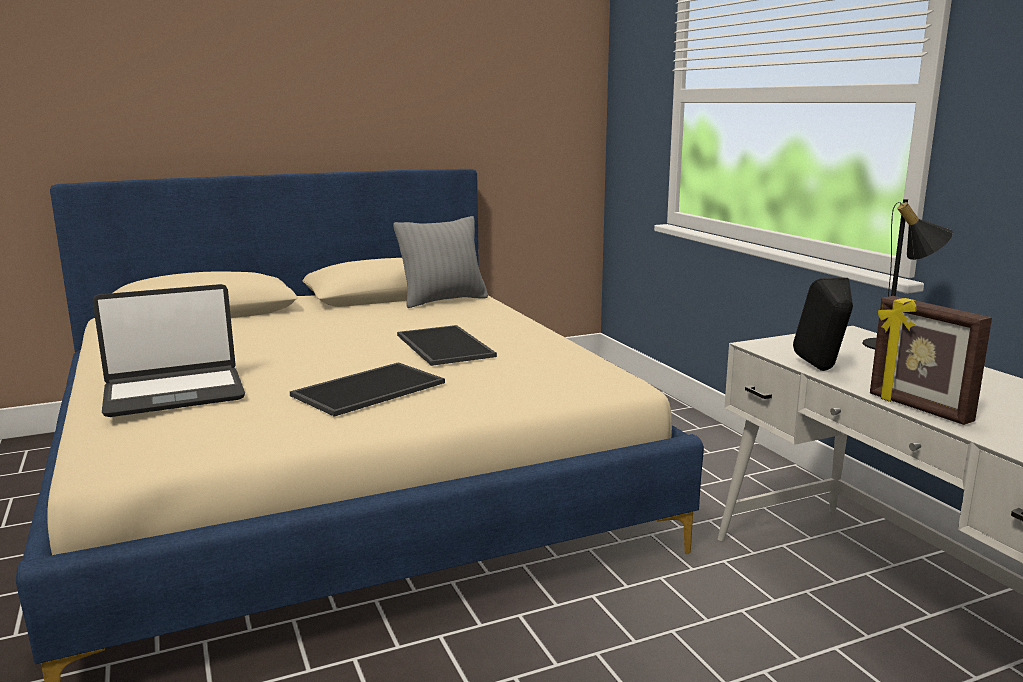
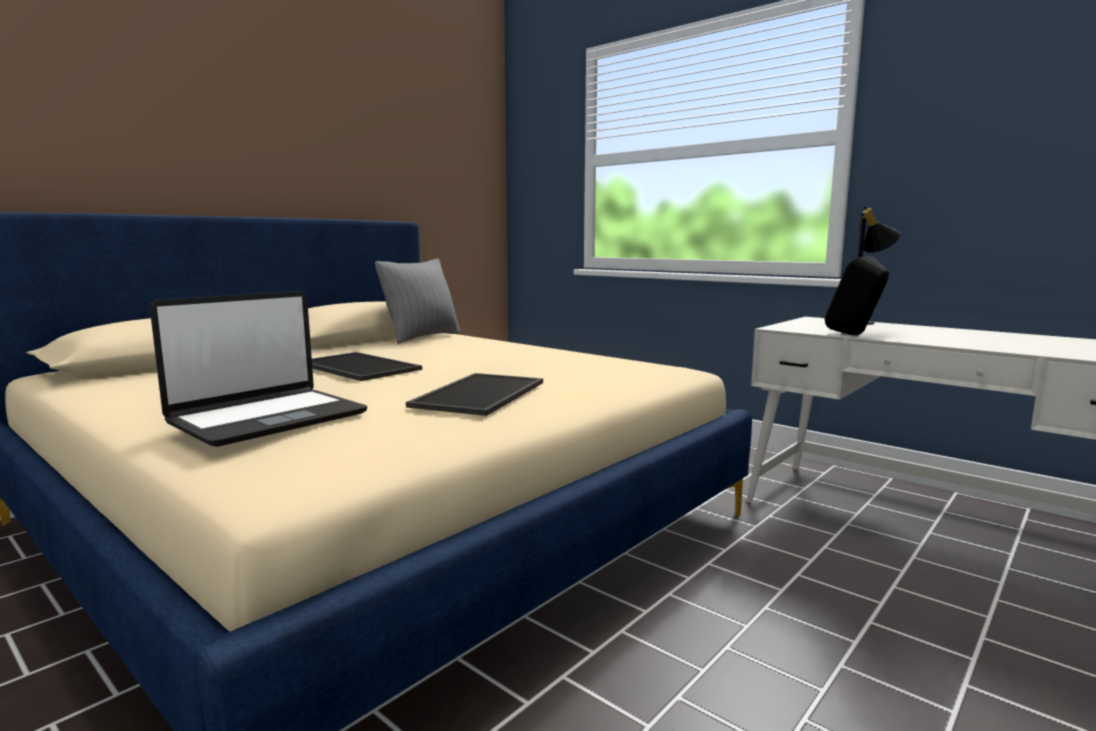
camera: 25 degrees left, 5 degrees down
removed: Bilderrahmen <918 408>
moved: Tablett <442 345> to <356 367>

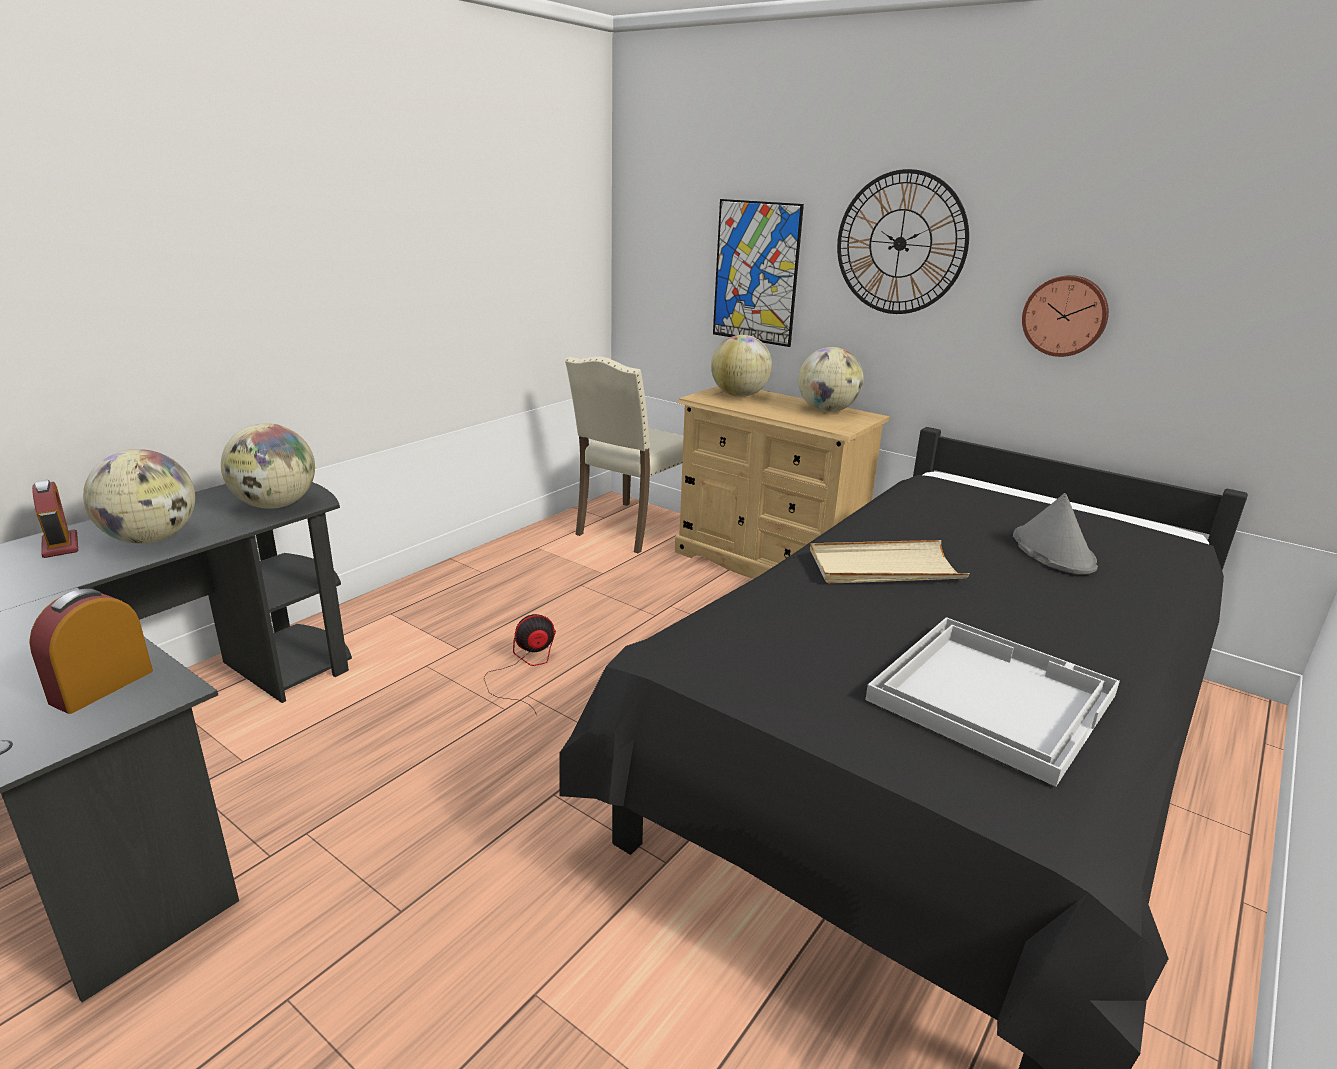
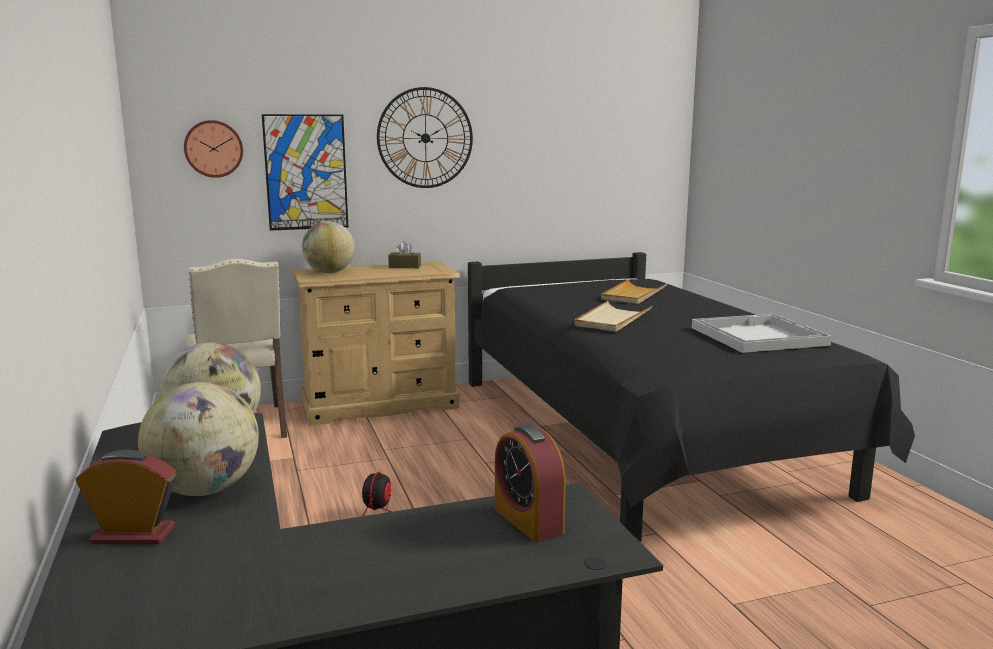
camera: 55 degrees left, 10 degrees down
moved: Wanduhr <1065 315> to <213 148>
replaced: Globus <827 410> to Taschentuchbox (braun) <405 266>; Hut (grau) <1052 551> to Tablett (beige) <633 295>

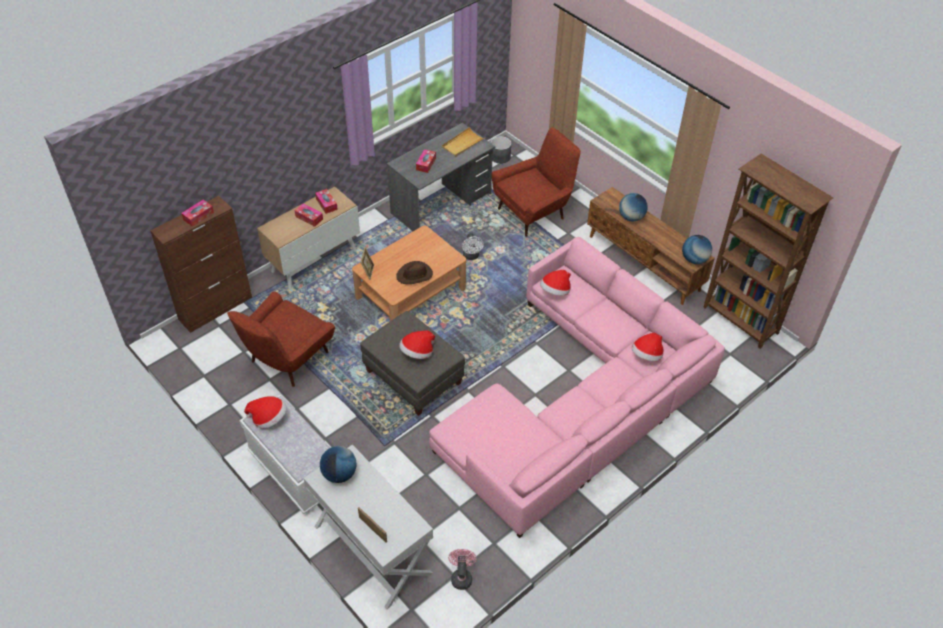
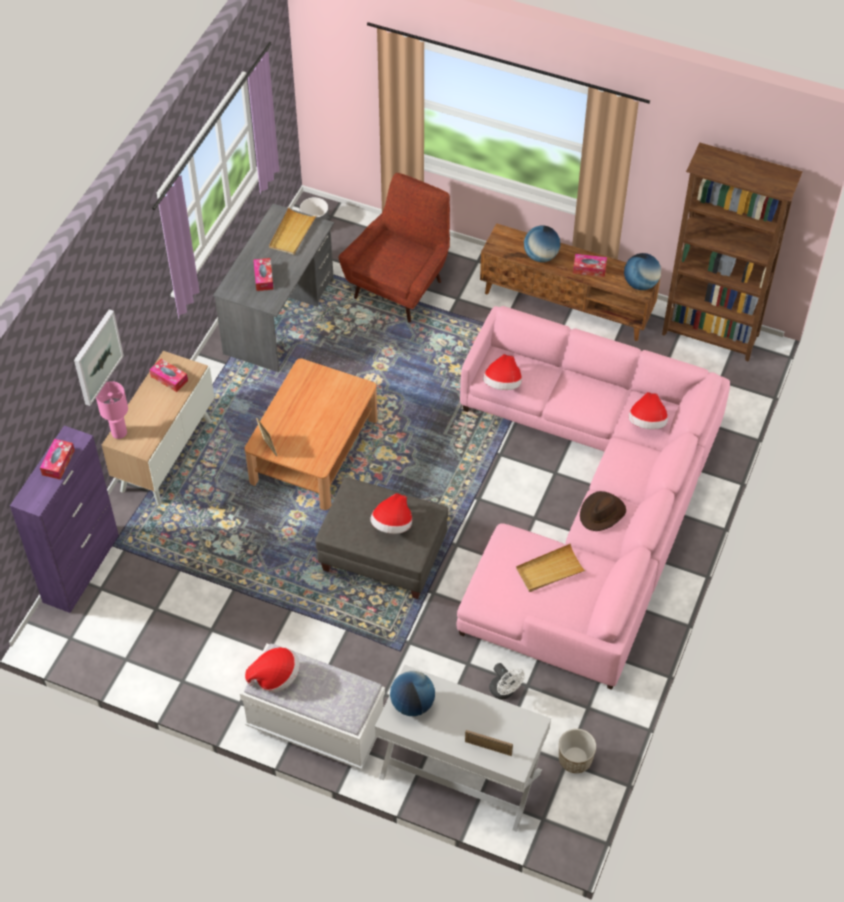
camera: 25 degrees left, 5 degrees up
removed: Sessel (rot) <286 360>
added: Bild <97 357>; Tischlampe (rosa) <119 432>; Tablett (beige) <549 570>
moved: Taschentuchbox <309 218> to <589 269>; Hut (braun) <415 275> to <602 513>; Ventilator (weiß) <471 256> to <505 691>
replaced: Ventilator (rosa) <461 576> to Pflanzkübel <575 759>
recoloured: Schrank (braun) <216 308> to Schrank (lila) <81 568>

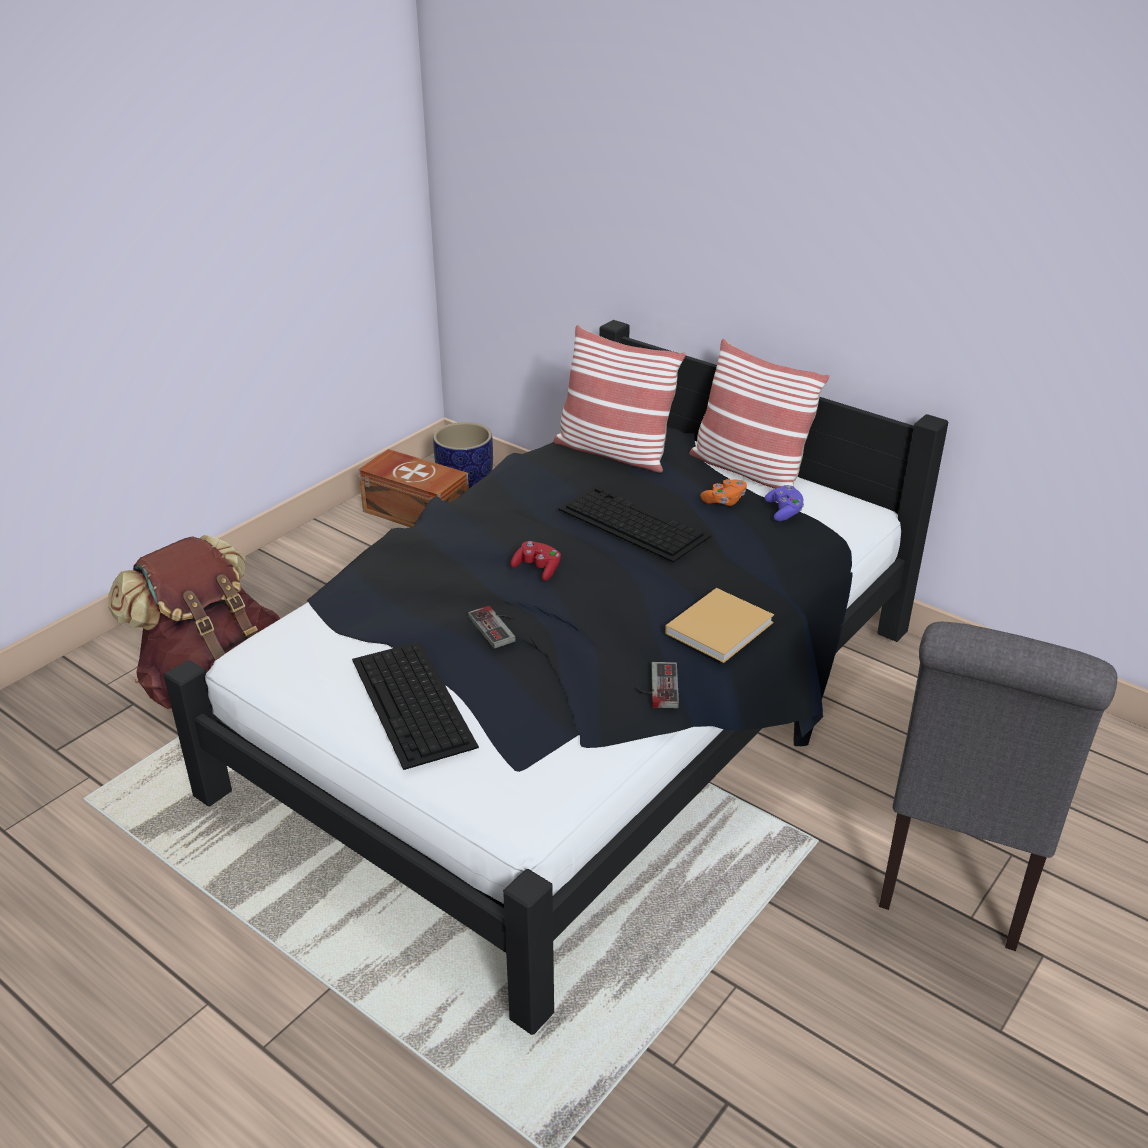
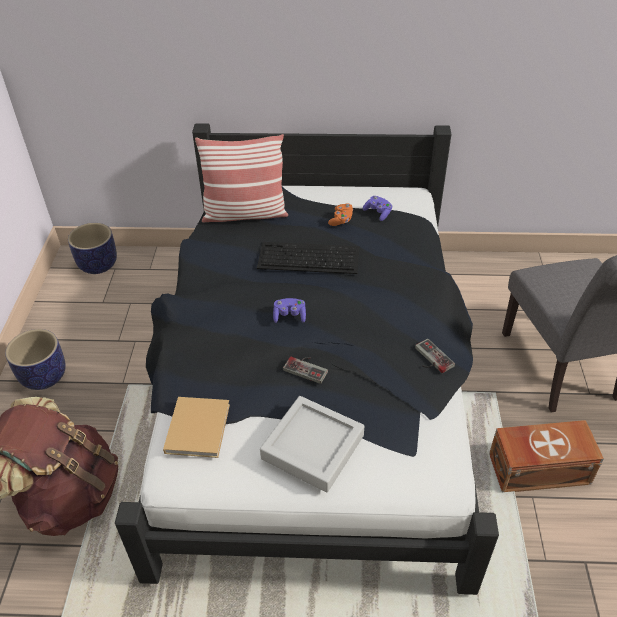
camera: 35 degrees left, 10 degrees up
removed: Kissen <748 470>
added: Pflanzkübel <44 376>
moved: Aufbewahrungsbox (braun) <416 512> to <537 468>; Buch (beige) <721 626> to <198 426>
replaced: Tastatur <414 703> to Tablett (grau) <312 447>
recoloured: Gamepad (rot) <537 569> to Gamepad (lila) <289 316>

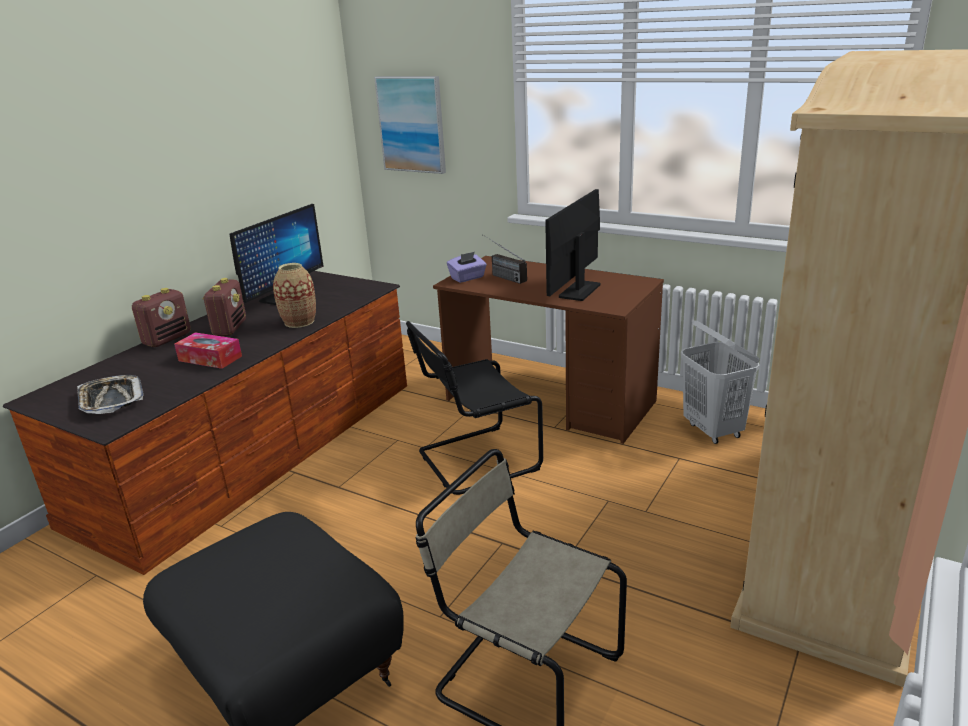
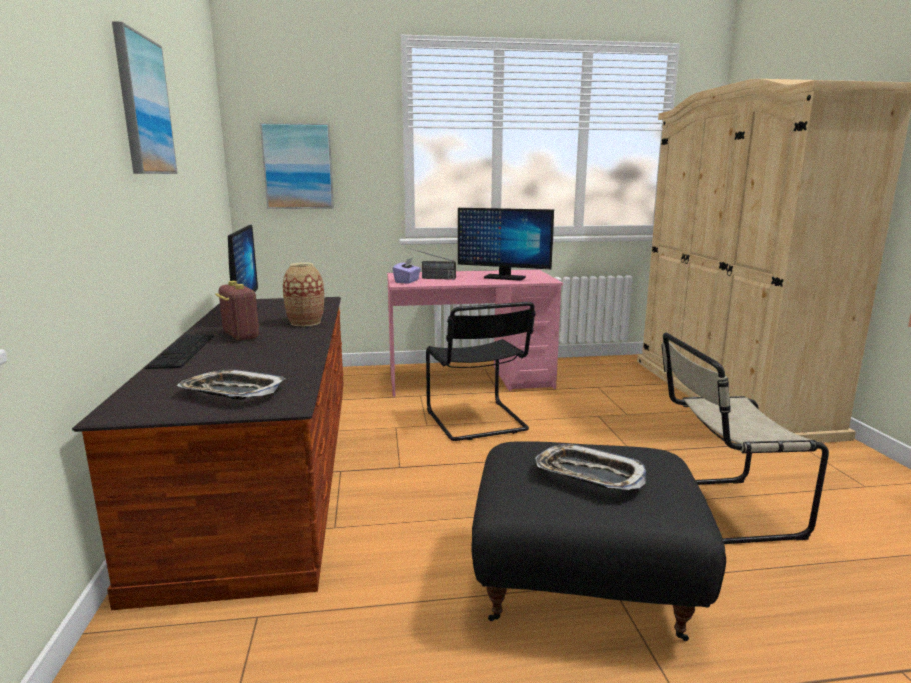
camera: 40 degrees left, 10 degrees down
removed: Taschentuchbox <210 358>; Wäschekorb (weiß) <713 430>
added: Bild <143 106>; Tablett <589 474>
replaced: Radio <167 339> to Tastatur <182 351>
recoloured: Schreibtisch (braun) <549 401> to Schreibtisch (rosa) <470 380>
turned: Stuhl (schwarz) <474 461> = <478 422> 45 degrees counterclockwise; Monitor <580 290> = <504 277> 60 degrees counterclockwise

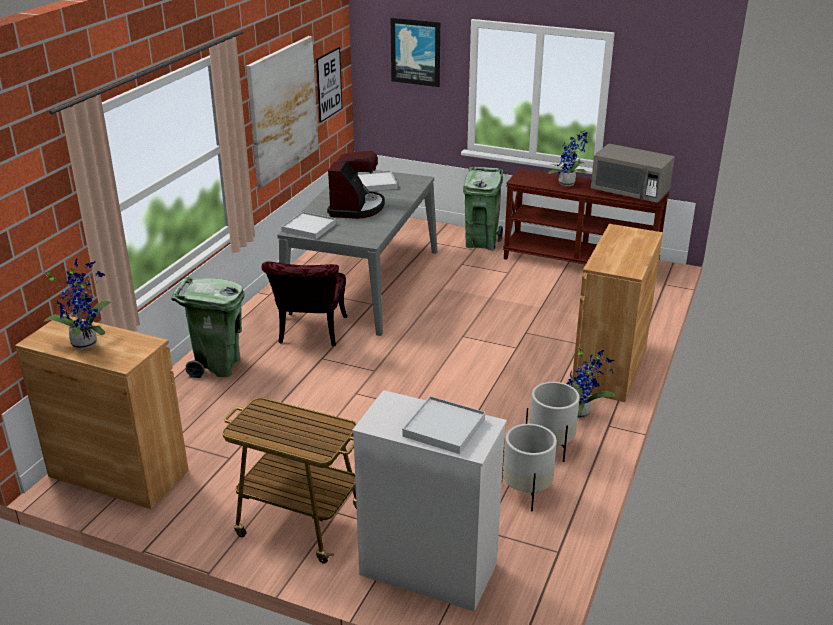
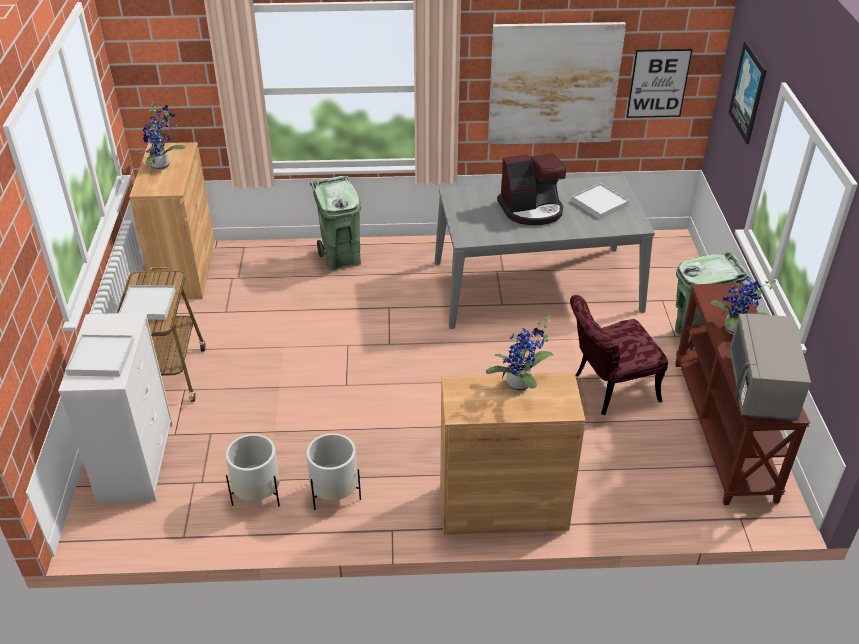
camera: 65 degrees right, 10 degrees up
moved: Stuhl (rot) <311 334> to <608 389>; Tablett (weiß) <309 228> to <148 304>; Topfpflanze <582 412> to <520 386>

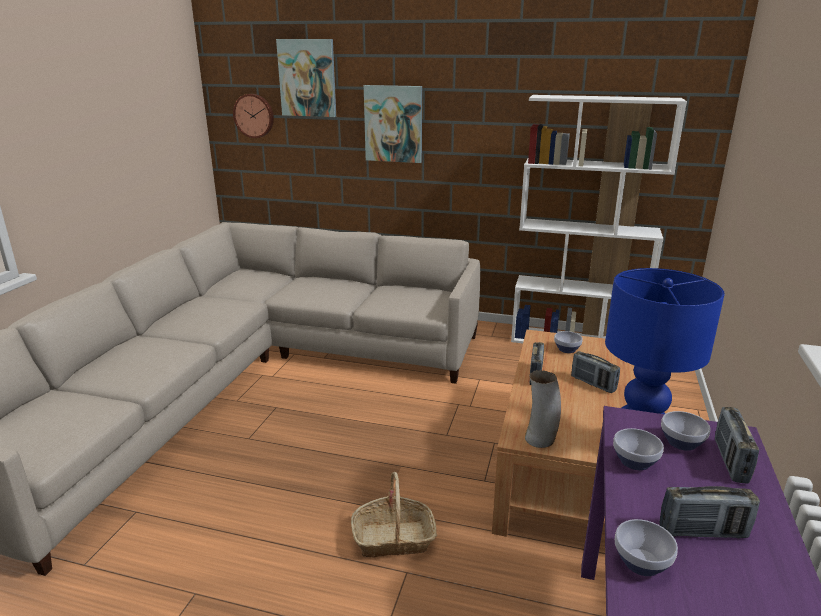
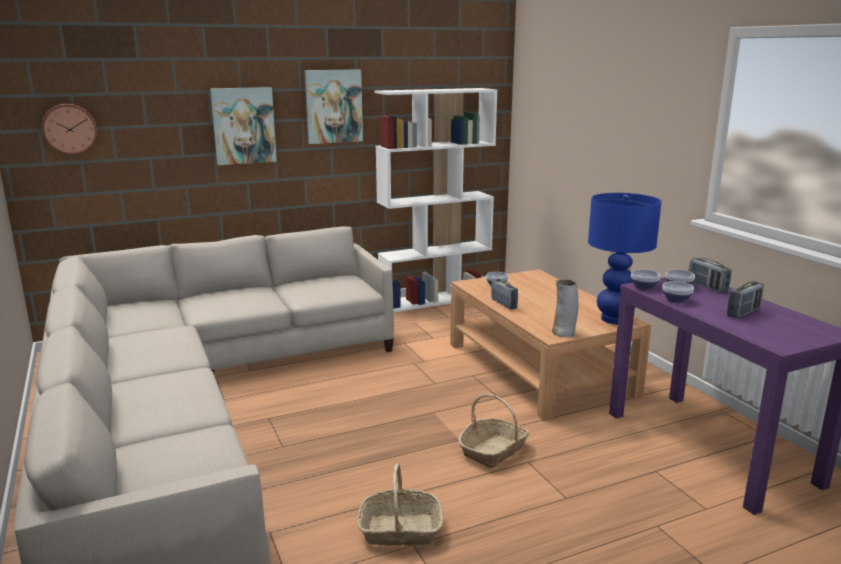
camera: 40 degrees left, 5 degrees down
removed: Radio <593 384>
added: Korb <400 530>
moved: Bild <307 78> to <333 106>; Schüssel <643 563> to <644 287>

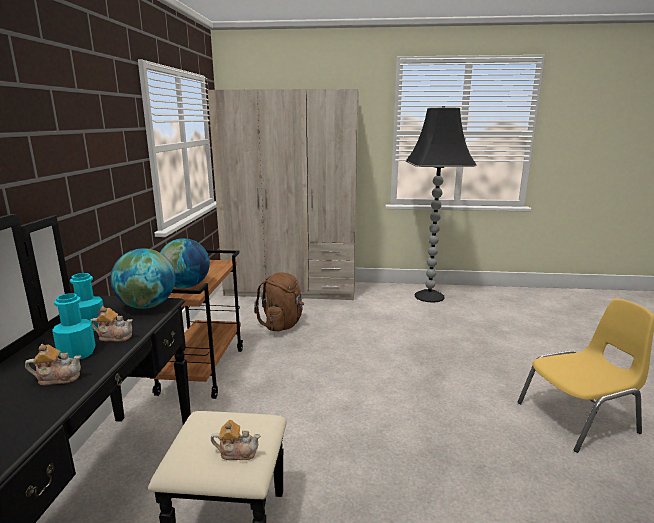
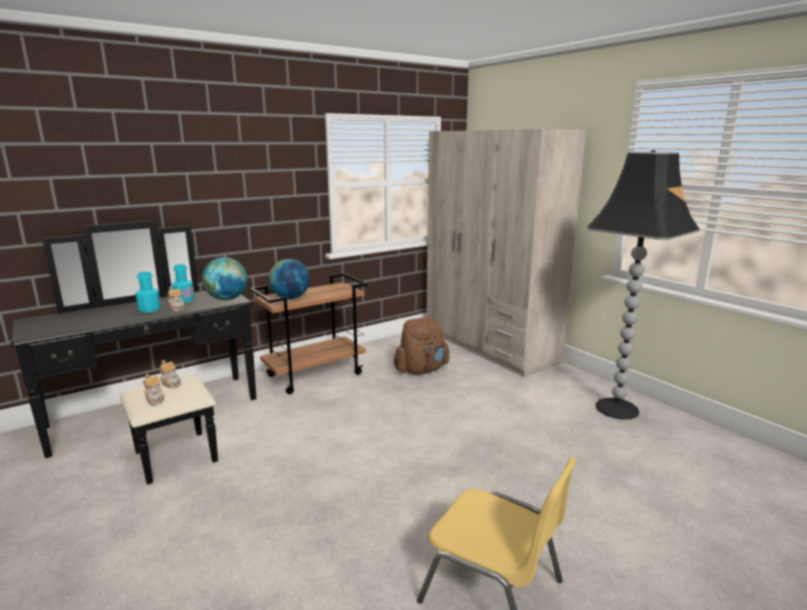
camera: 50 degrees right, 0 degrees up
moved: Teekanne <58 378> to <171 383>

